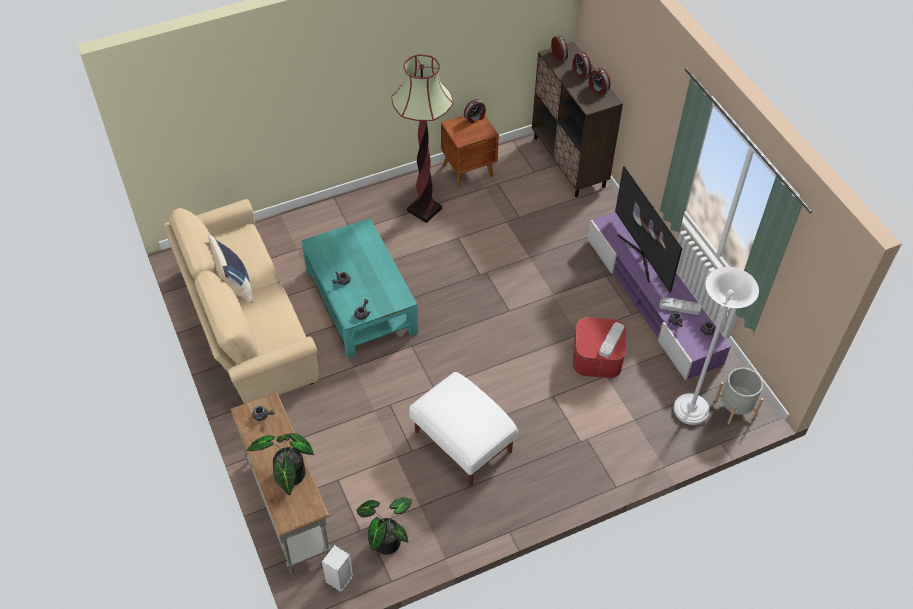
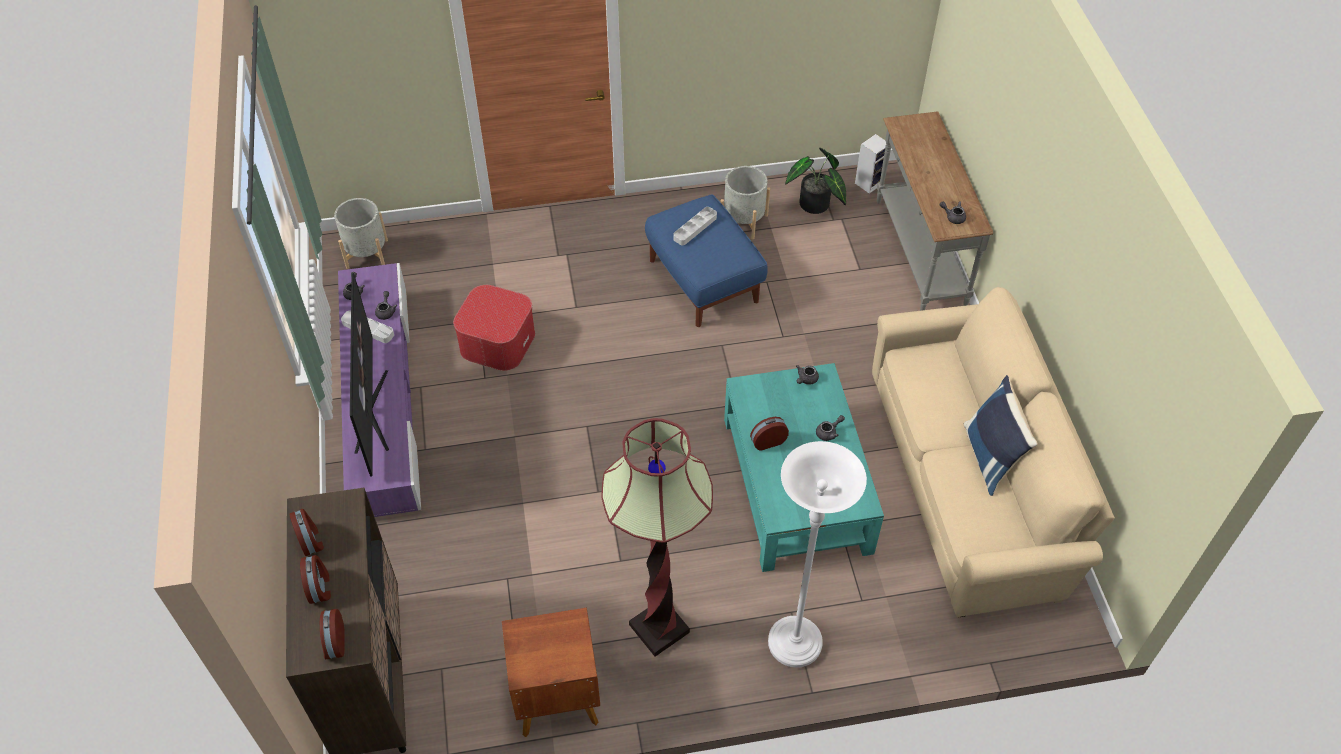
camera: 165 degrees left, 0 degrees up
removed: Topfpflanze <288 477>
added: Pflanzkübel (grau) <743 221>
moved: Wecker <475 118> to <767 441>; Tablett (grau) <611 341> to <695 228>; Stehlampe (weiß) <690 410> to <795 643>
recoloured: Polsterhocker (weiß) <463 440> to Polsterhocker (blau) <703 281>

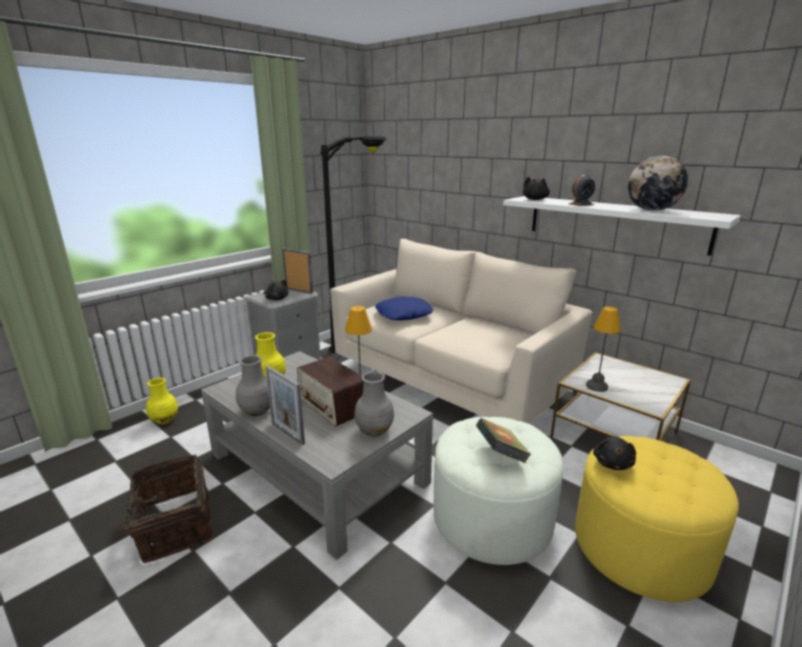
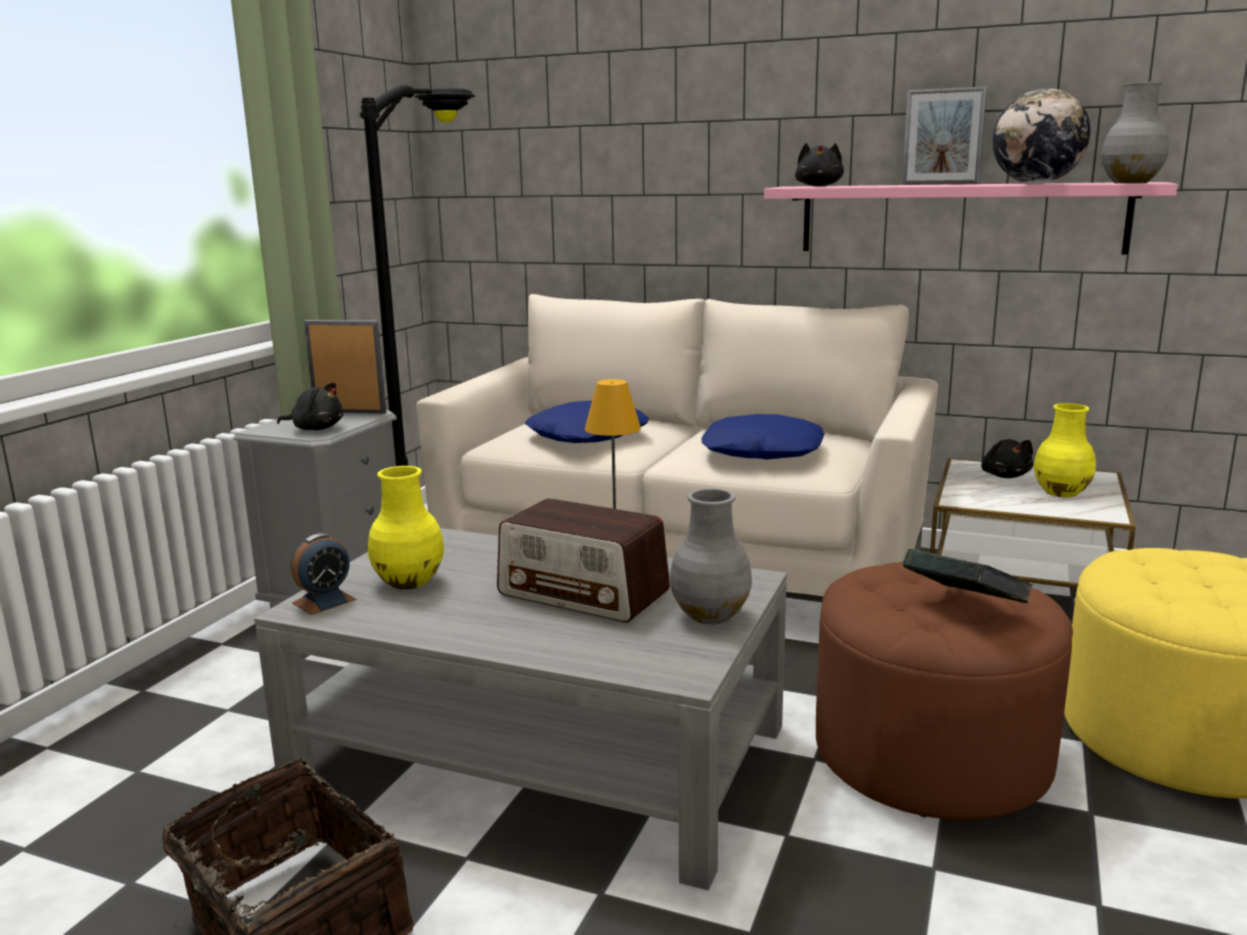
camera: 20 degrees left, 5 degrees down
removed: Tischlampe <597 386>
added: Kissen (blau) <762 451>
moved: Vase (gelb) <165 420> to <1062 492>; Vase (grau) <256 411> to <1129 182>; Bilderrahmen <287 433> to <939 184>; Wecker <581 204> to <324 601>; Plüschtier (schwarz) <612 463> to <1005 476>
recoloured: Polsterhocker (weiß) <492 518> to Polsterhocker (braun) <931 753>; Wandregal (weiß) <614 223> to Wandregal (rosa) <959 218>

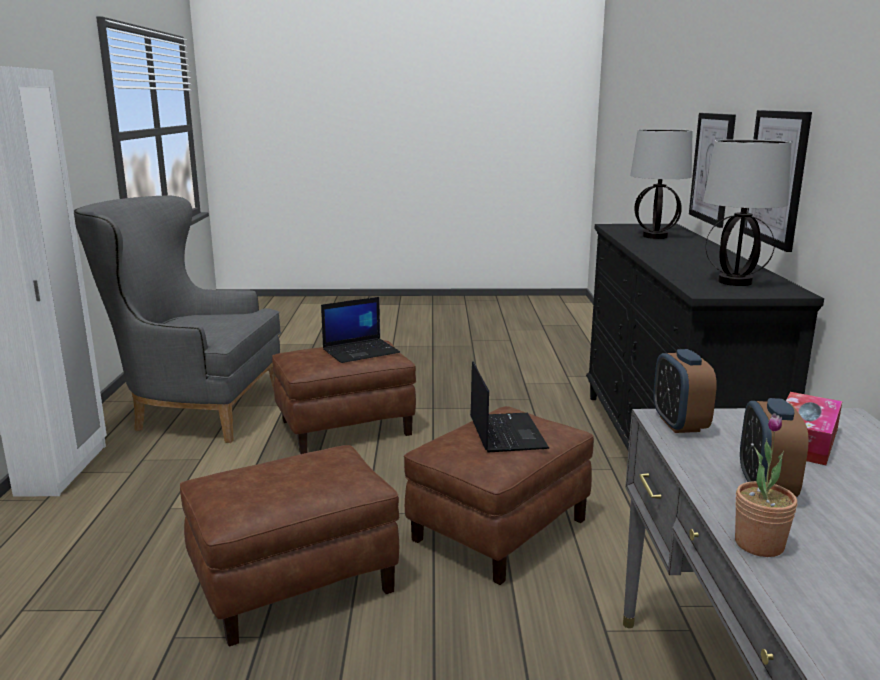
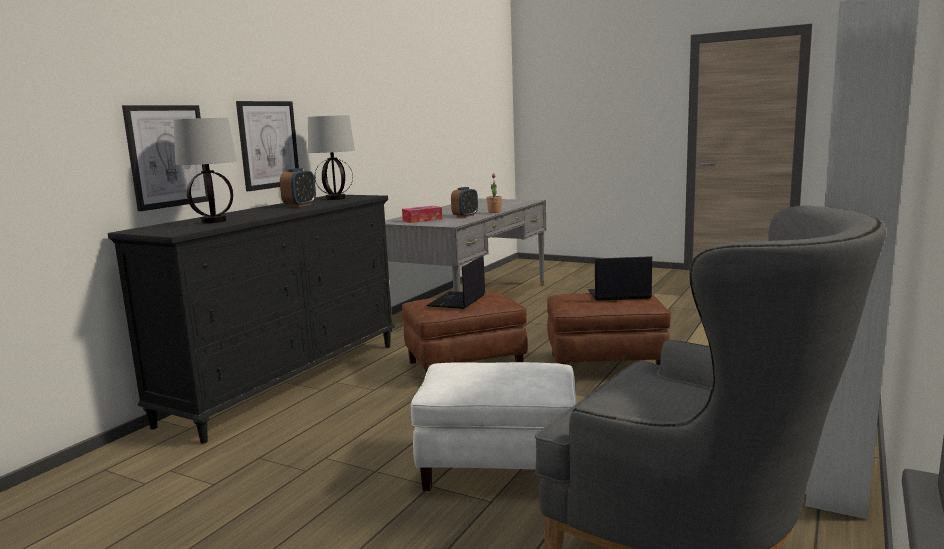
camera: 150 degrees left, 5 degrees down
moved: Laptop <361 351> to <618 295>; Wecker <679 424> to <300 205>
recoloured: Polsterhocker (braun) <346 427> to Polsterhocker (weiß) <497 466>

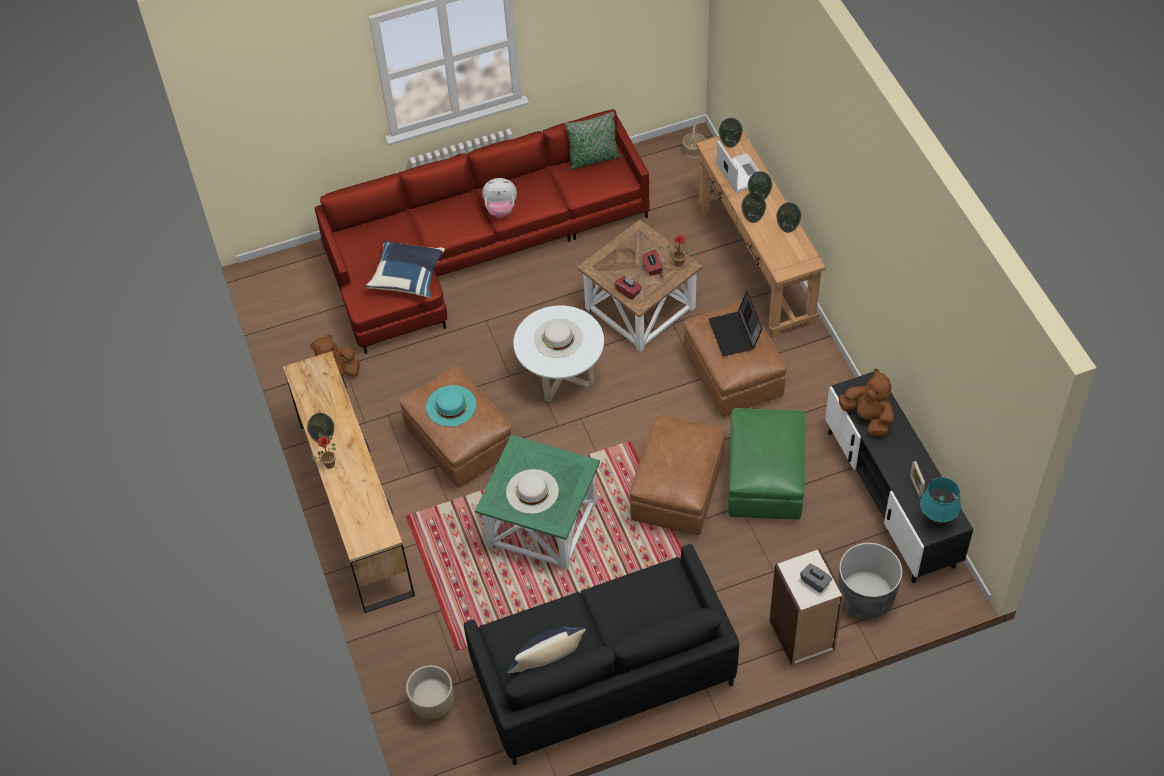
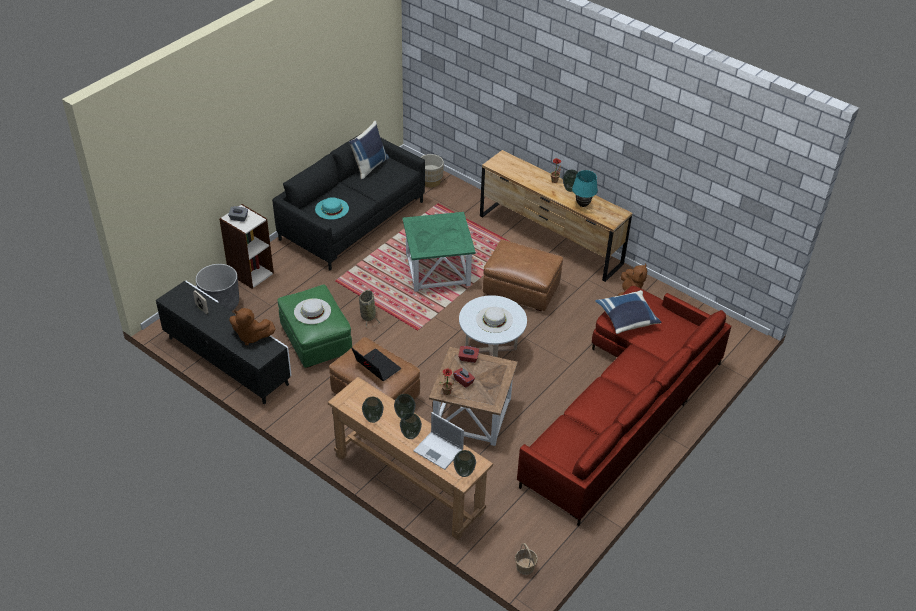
camera: 145 degrees right, 10 degrees down
removed: Plüschtier <501 209>; Kissen (grün) <593 159>
moved: Hut (türkis) <451 406> to <332 208>; Hut (weiß) <532 491> to <312 311>; Tischlampe (türkis) <936 521> to <583 205>
replaced: Polsterhocker (braun) <678 491> to Korb <368 315>

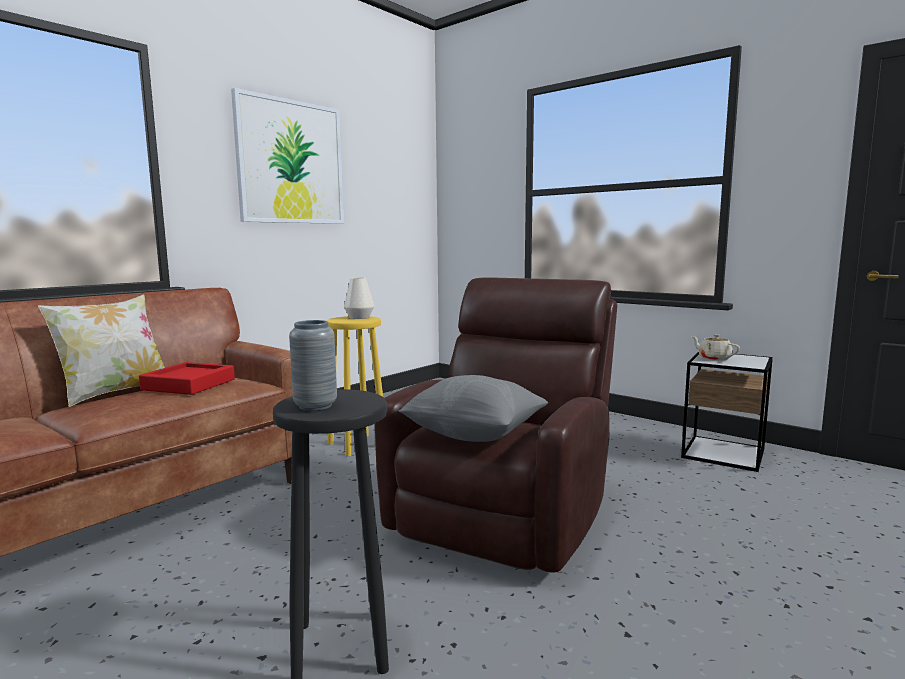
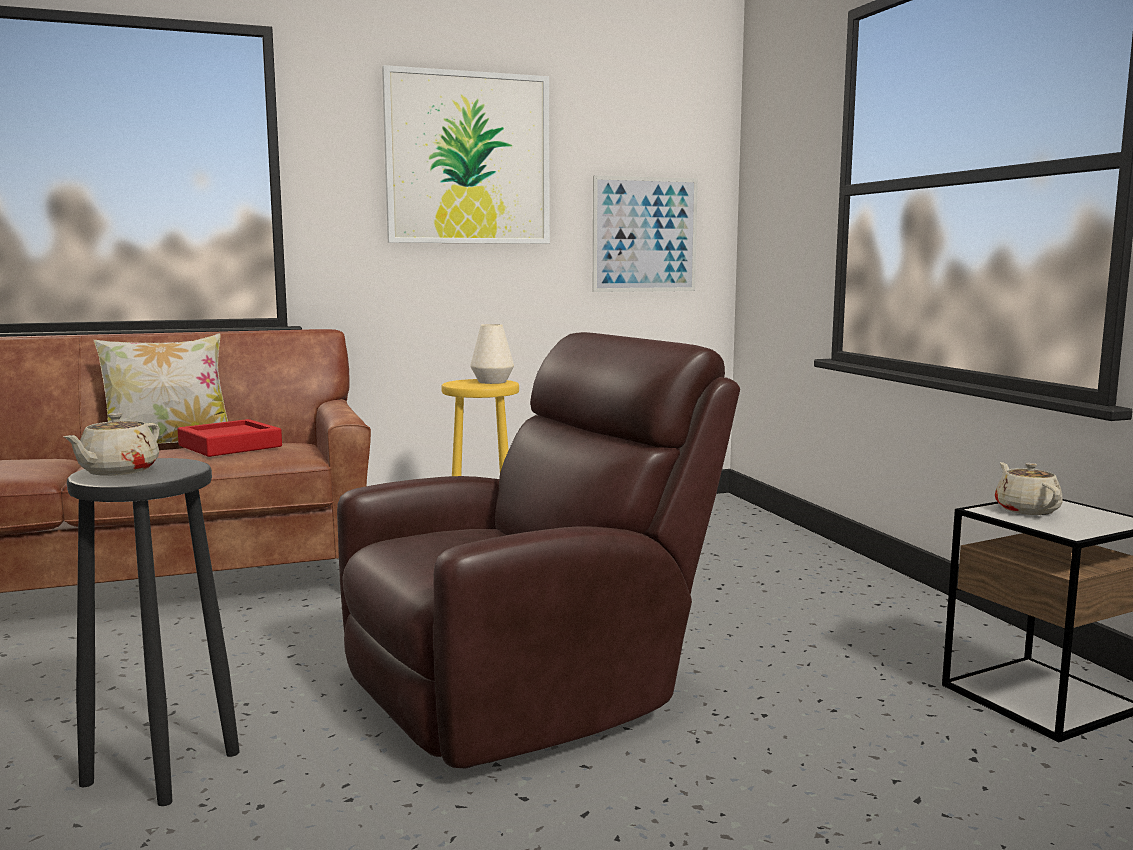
camera: 30 degrees right, 0 degrees up
removed: Kissen (grau) <474 435>
added: Bild <645 234>
replaced: Vase (grau) <315 406> to Teekanne (beige) <117 471>

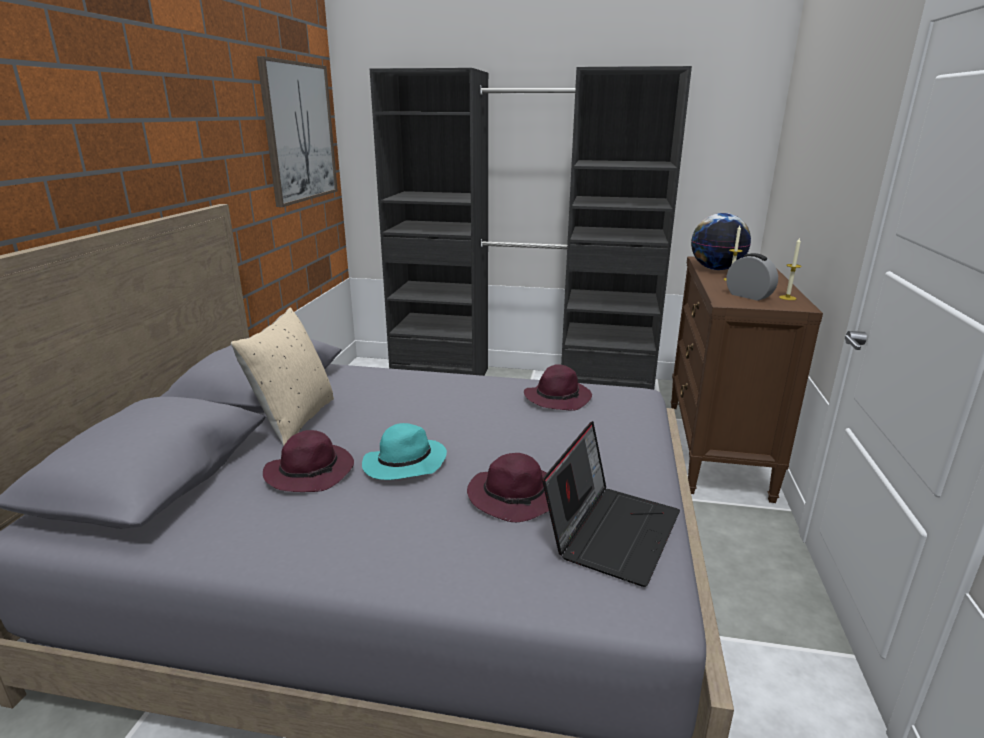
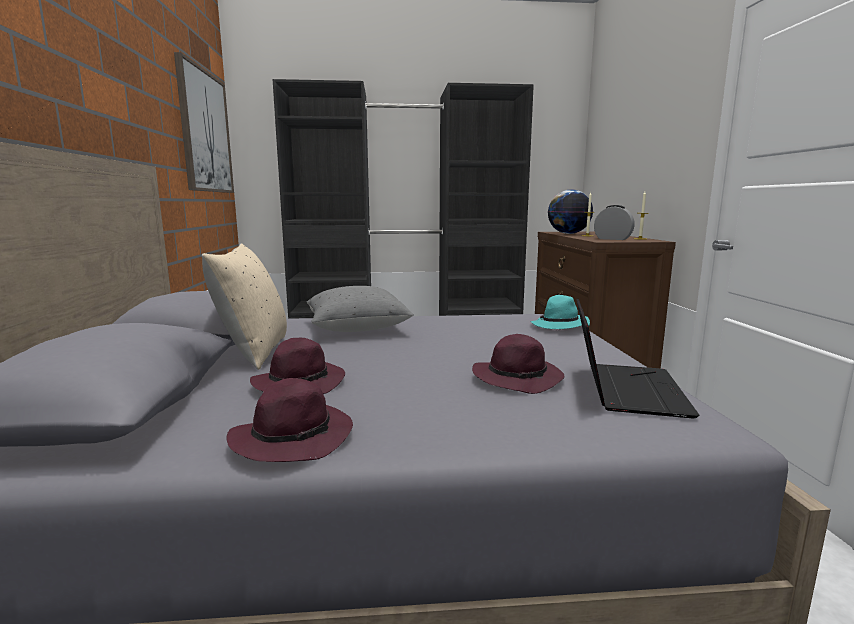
camera: 15 degrees left, 10 degrees down
added: Kissen (grau) <357 328>
moved: Hut (türkis) <404 465> to <560 326>; Hut (lila) <558 398> to <294 437>

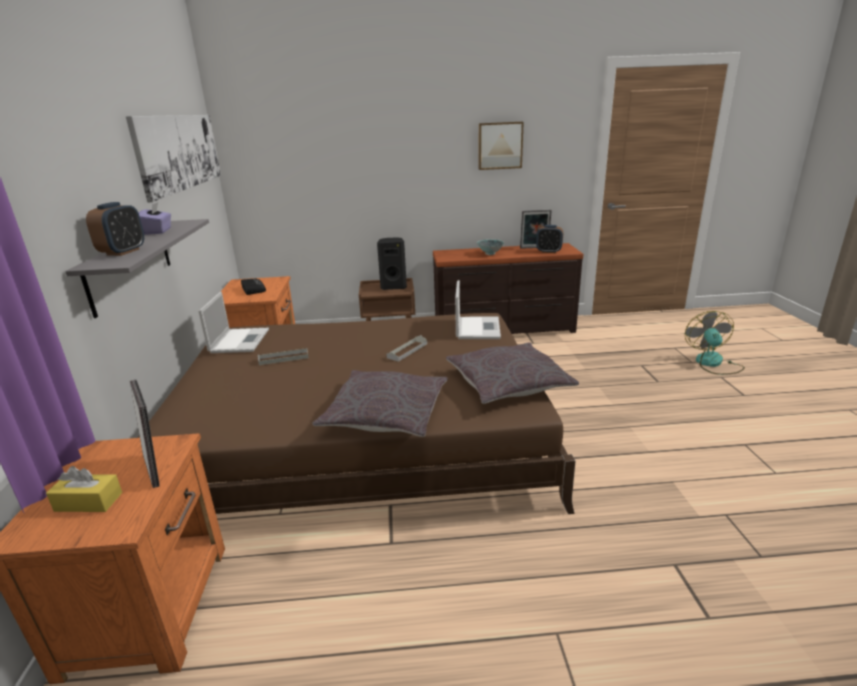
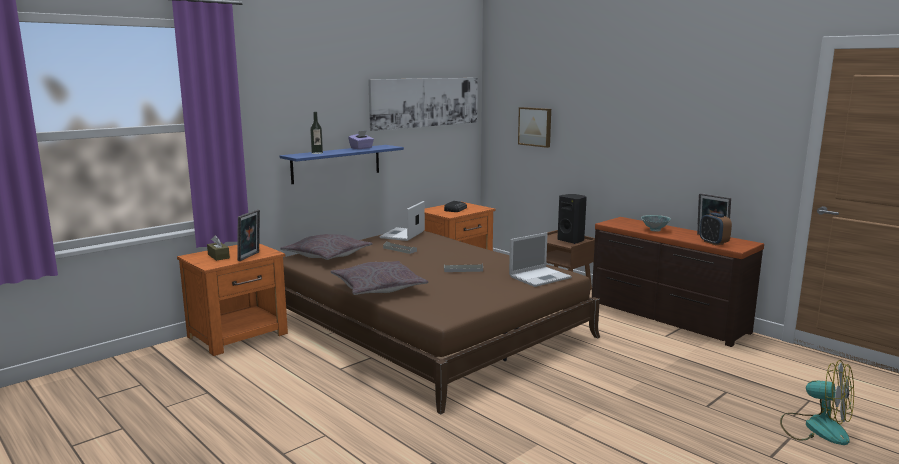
camera: 50 degrees right, 10 degrees down
moved: Kissen (grau) <508 383> to <327 255>; Bild <500 145> to <535 126>
replaced: Wecker <123 252> to Flasche <317 153>
recoloured: Taschentuchbox (gelb) <89 502> to Taschentuchbox (braun) <218 256>; Wandregal (grau) <130 264> to Wandregal (blau) <336 163>
turned: Laptop <240 340> = <402 235> 150 degrees clockwise; Ventilator <713 363> = <815 428> 75 degrees clockwise

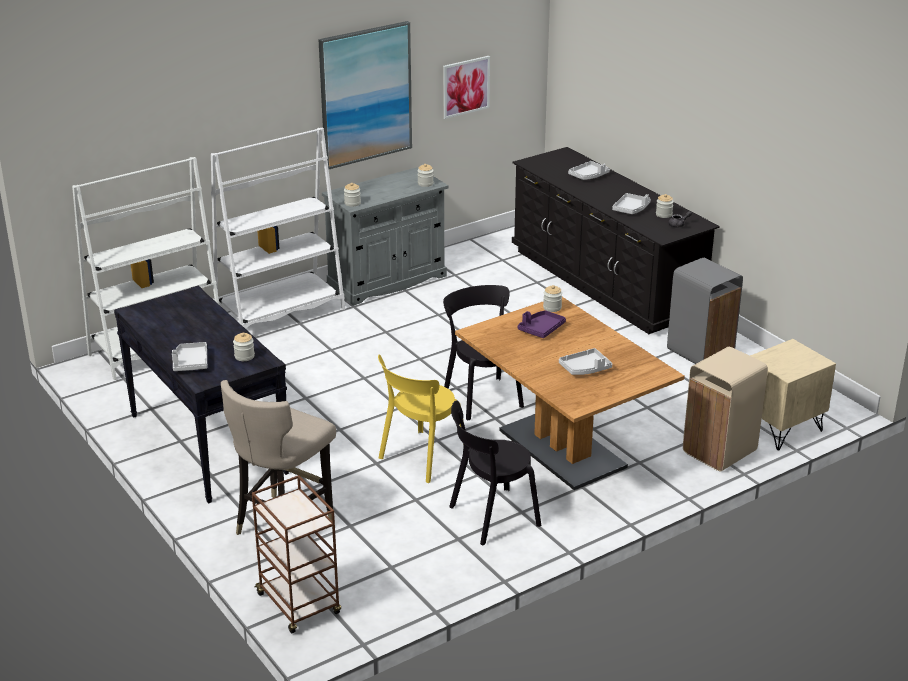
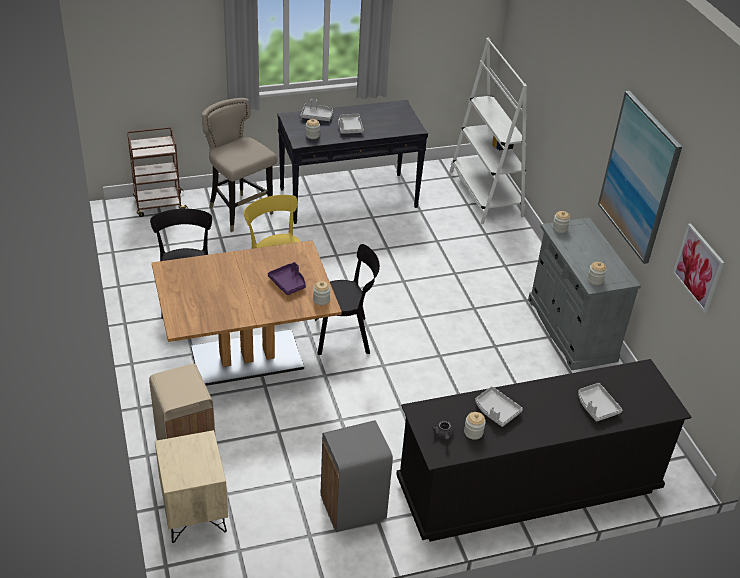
camera: 105 degrees right, 10 degrees up
removed: Bücherregal (weiß) <280 314>
moved: Tablett (grau) <585 368> to <349 128>

